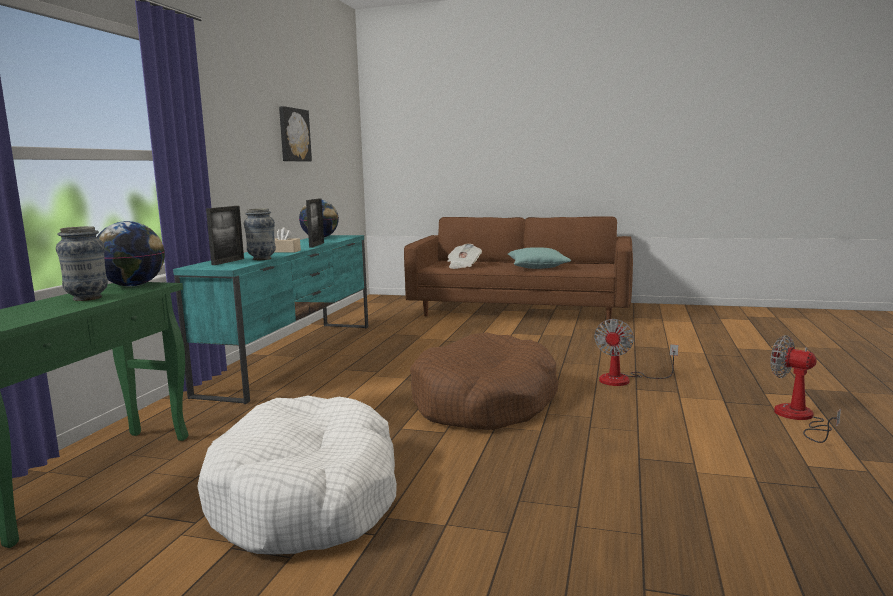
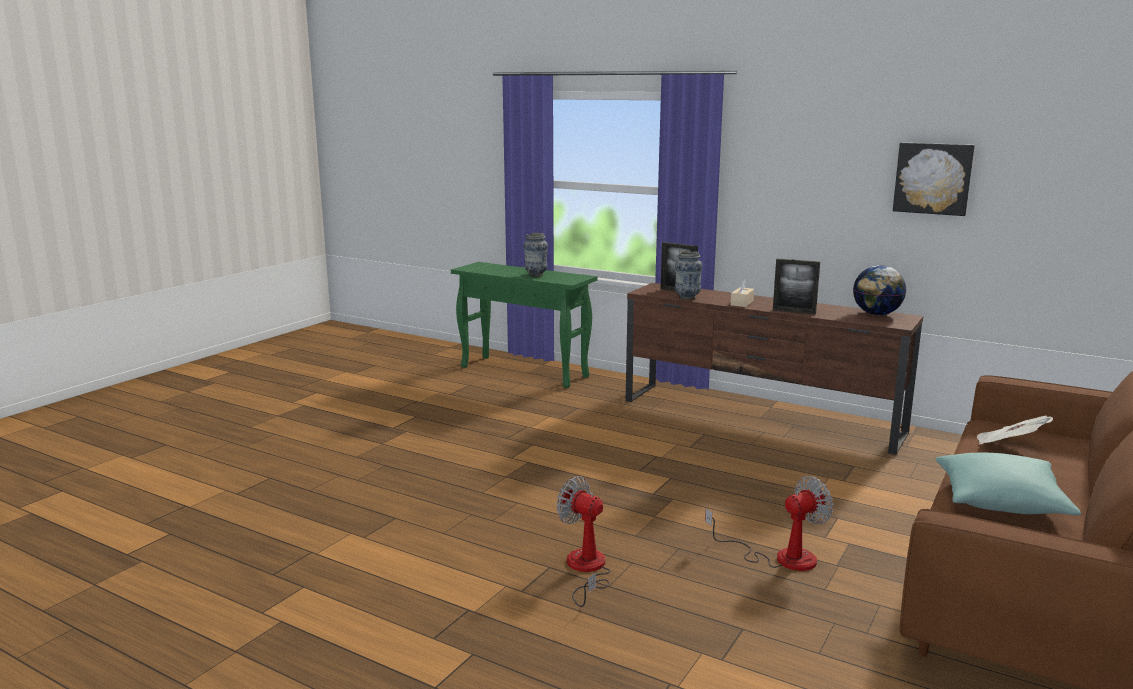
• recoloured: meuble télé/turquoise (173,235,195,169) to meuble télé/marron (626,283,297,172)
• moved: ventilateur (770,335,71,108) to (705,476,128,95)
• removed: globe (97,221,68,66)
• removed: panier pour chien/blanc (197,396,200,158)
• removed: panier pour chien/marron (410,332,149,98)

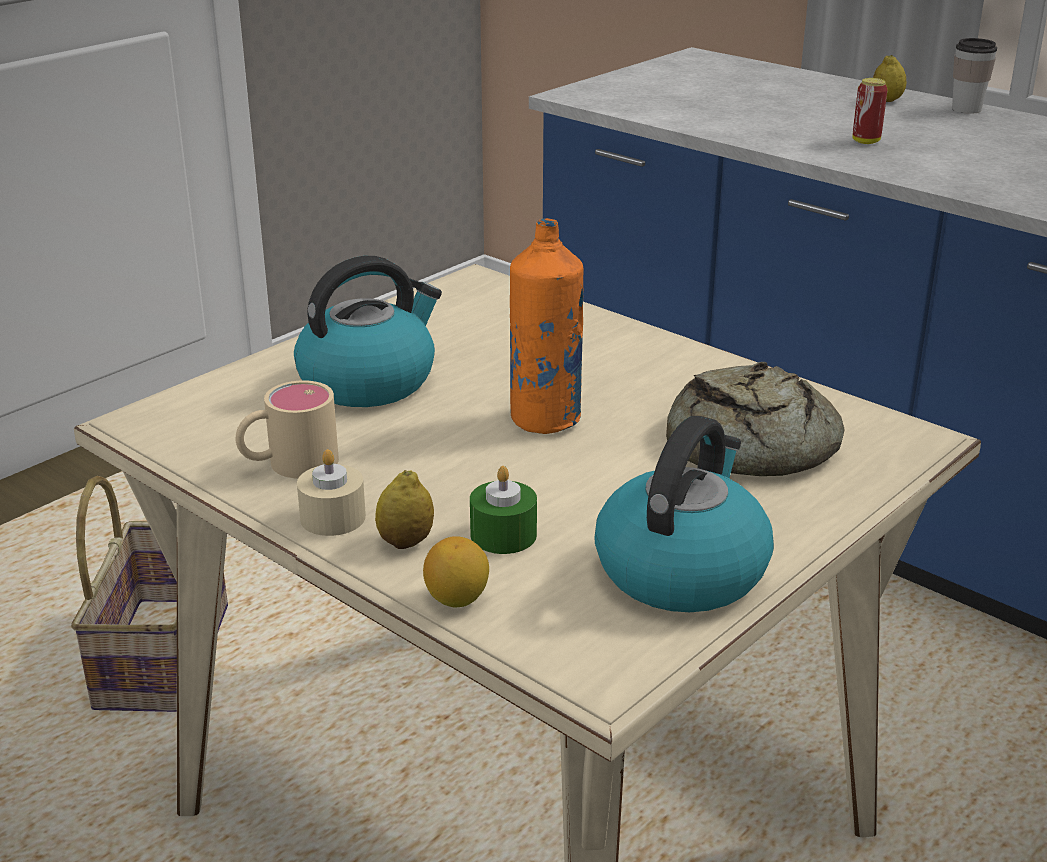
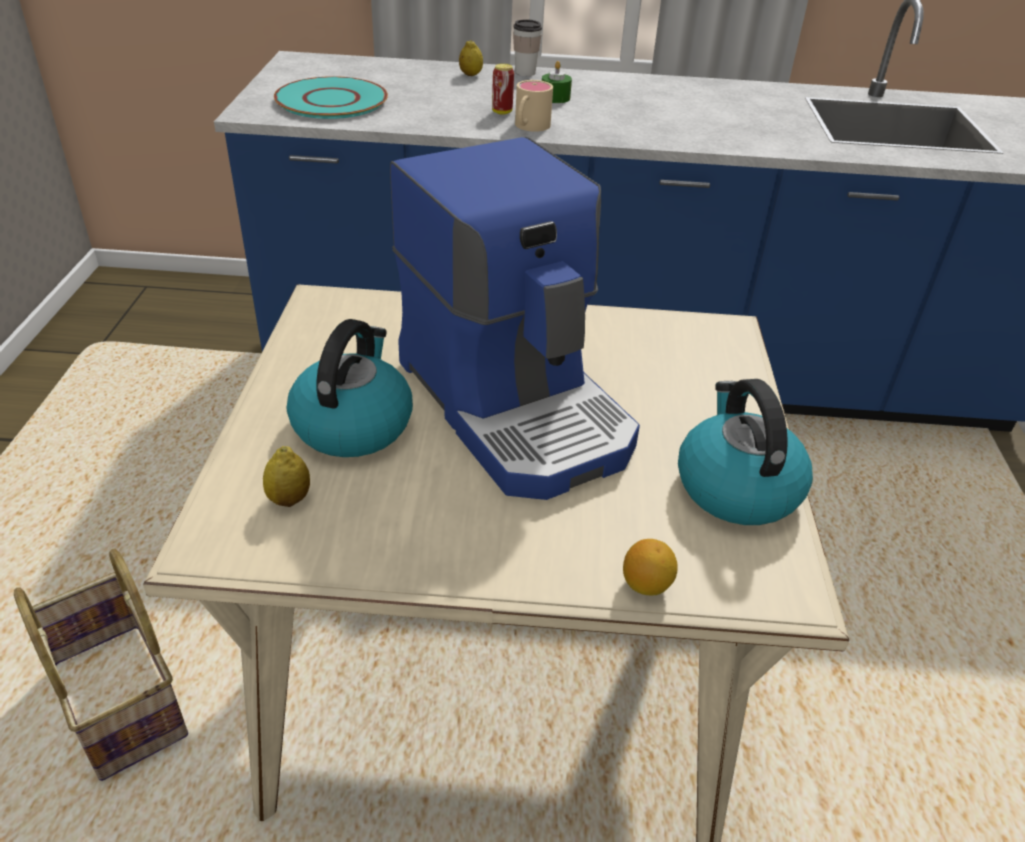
• moved: citron (375,470,59,79) to (263,446,47,61)
• added: assiette/turquoise (274,76,114,43)
• replaced: bouteille/orange (510,218,73,216) to machine à café (390,137,250,363)
• moved: mug/beige (236,380,103,99) to (515,80,38,52)
• moved: bougie/vert (470,466,67,88) to (542,61,30,42)
• removed: bougie/beige (297,449,69,87)
• removed: pain (666,362,179,114)

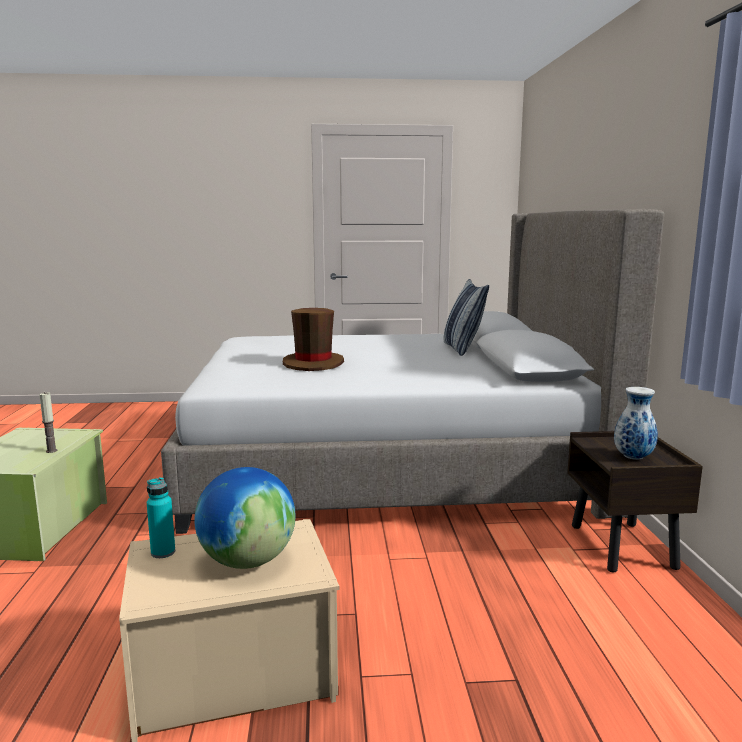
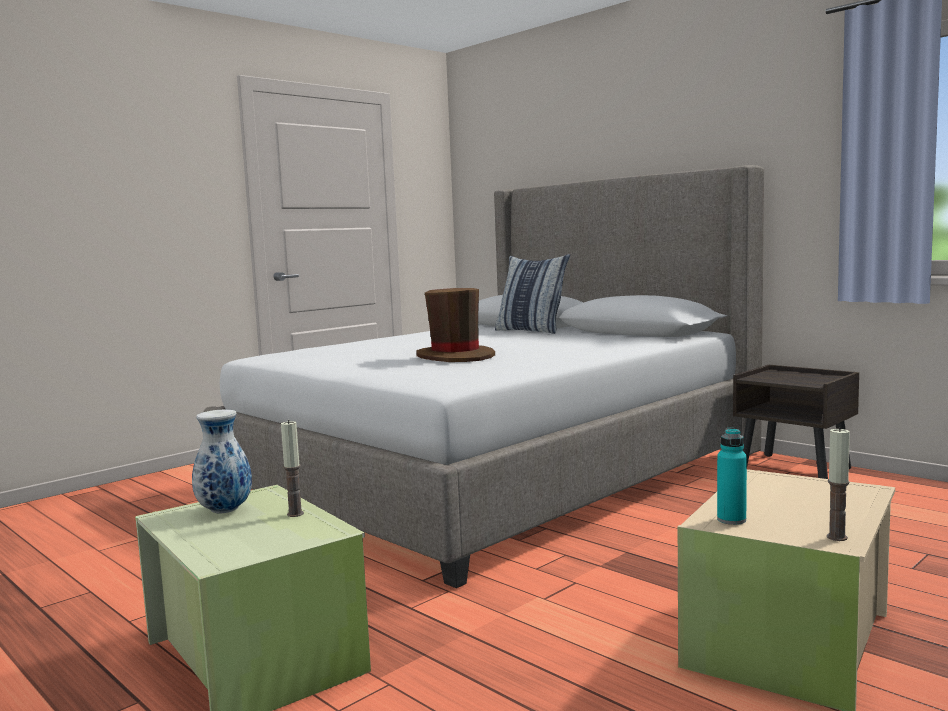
• moved: vase (614,387,44,73) to (192,410,60,103)
• added: bougie (827,427,23,114)
• removed: globe (194,467,101,102)

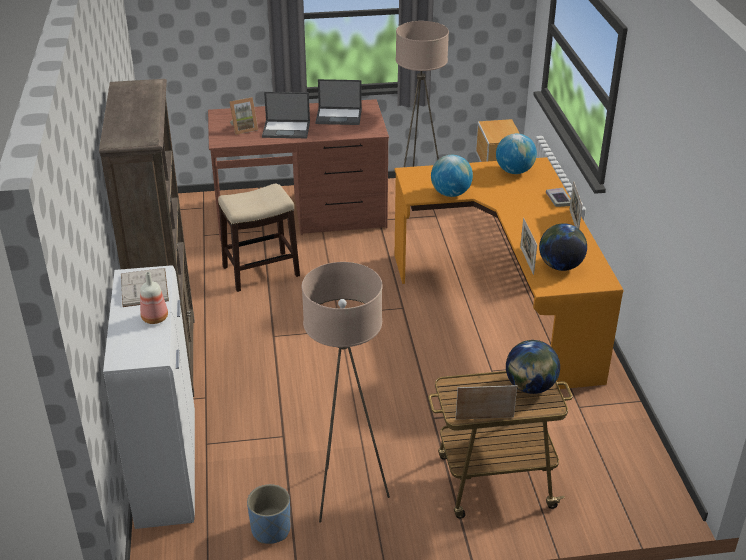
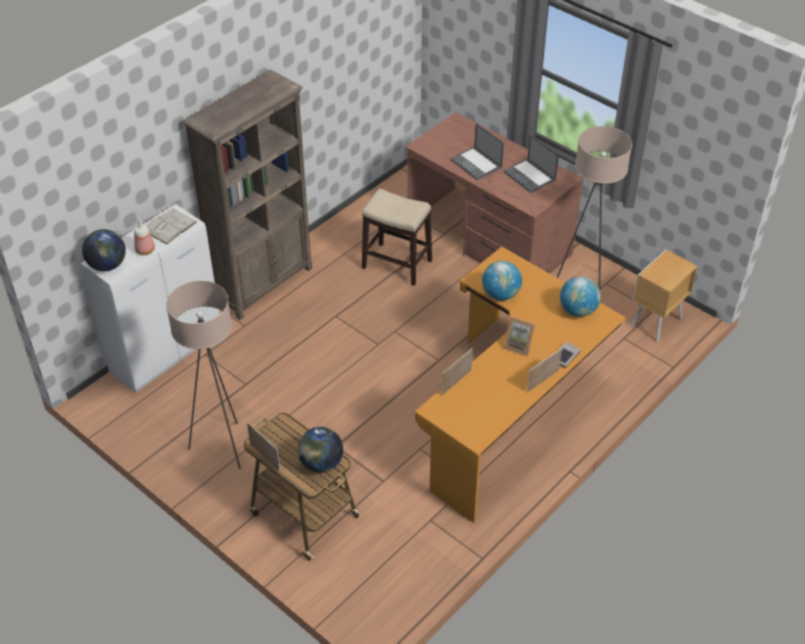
• moved: globe (539,223,48,48) to (82,229,44,42)
• moved: cadre photo (229,97,29,38) to (504,316,31,40)
• removed: cache-pot/bleu (247,484,43,60)

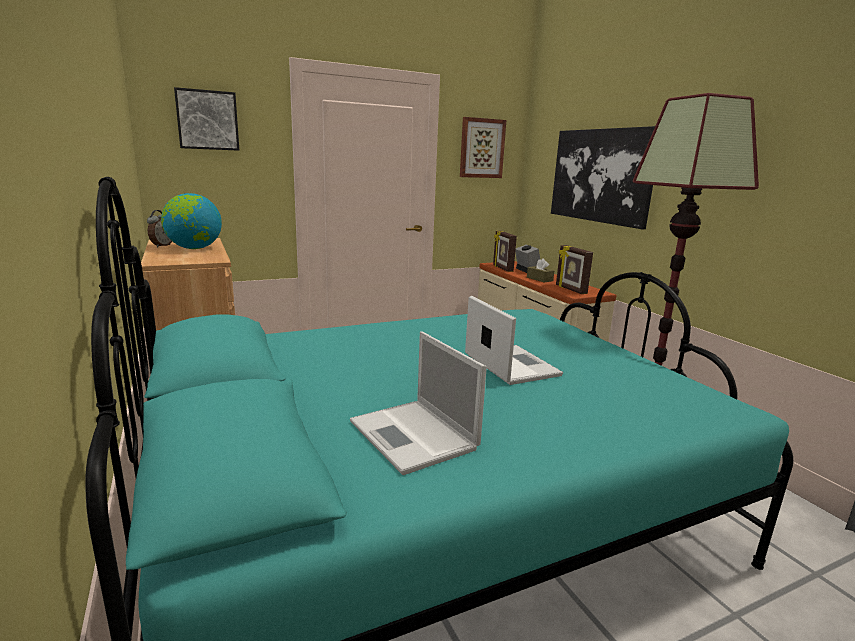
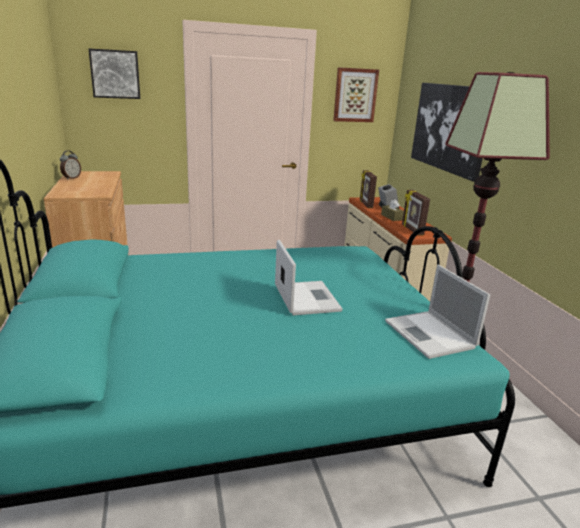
• moved: ordinateur portable (350,331,137,144) to (385,265,105,94)
• removed: globe (161,193,61,56)

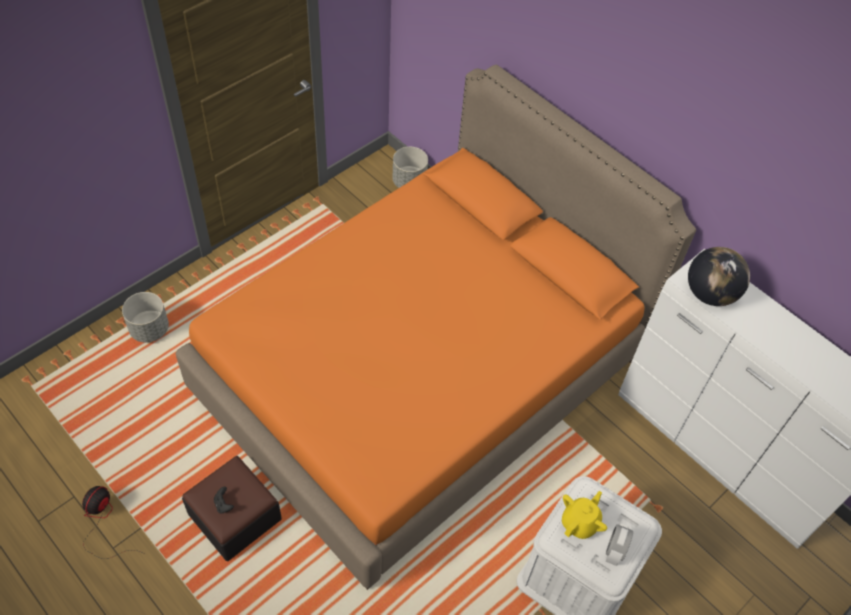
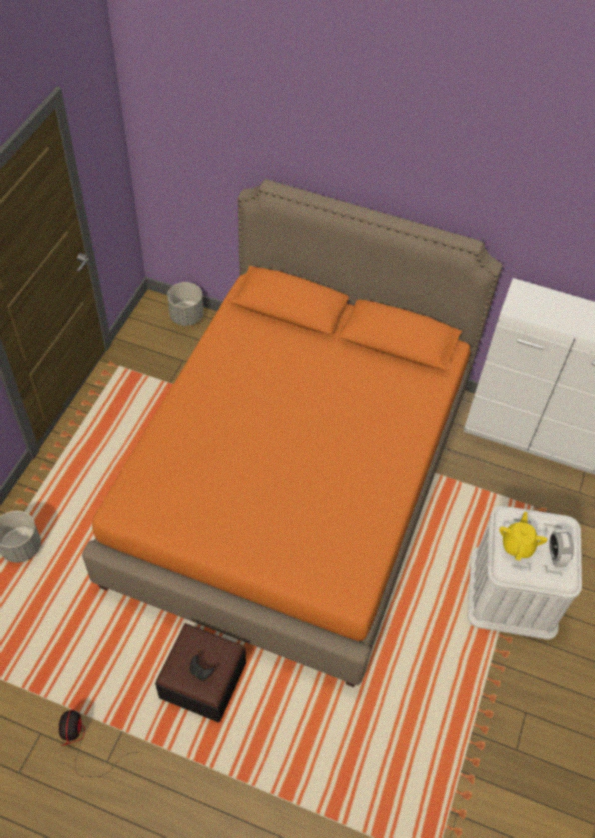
• removed: globe (688,247,62,59)

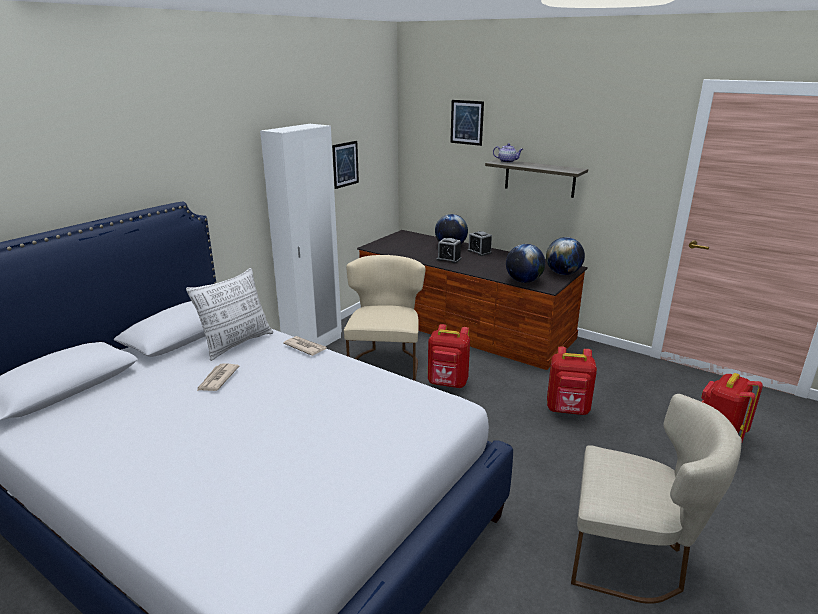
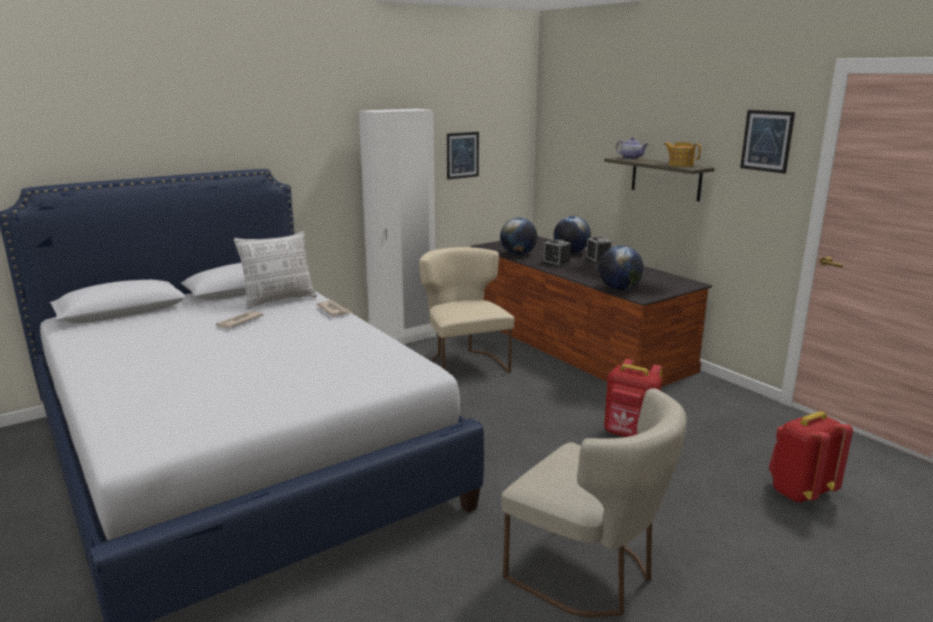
• turned: chaise/beige (344,255,82,126) = (419,247,96,126) 45 degrees counterclockwise
• moved: globe (546,237,39,38) to (500,218,37,37)
• added: théière (664,142,37,25)
• moved: tableau (450,100,34,46) to (740,110,55,64)
• removed: sac à dos/rouge (428,324,42,64)

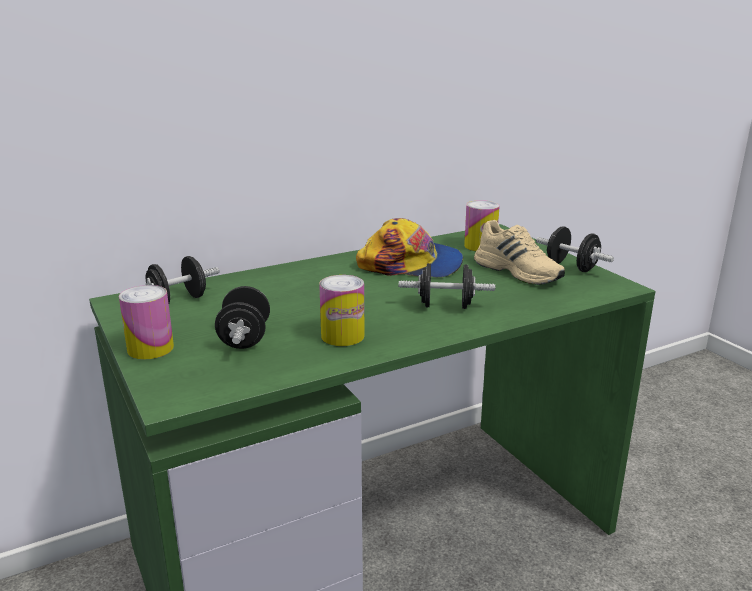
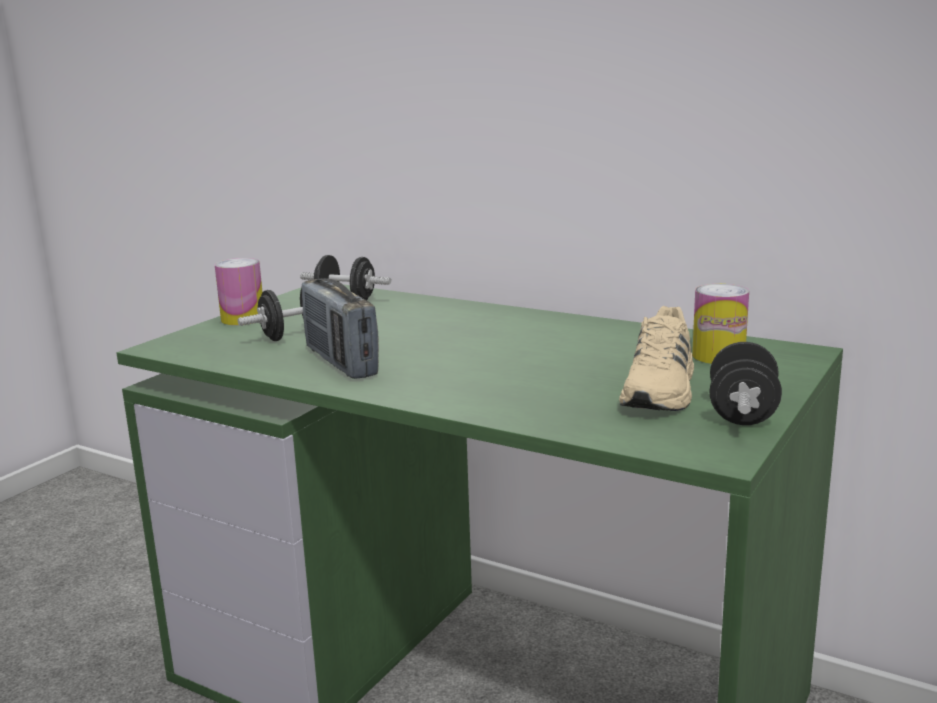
• replaced: boîte métallique (319,275,46,71) to radio (302,278,77,101)
• removed: casquette (356,218,107,60)
• removed: haltère/noir (399,263,96,46)

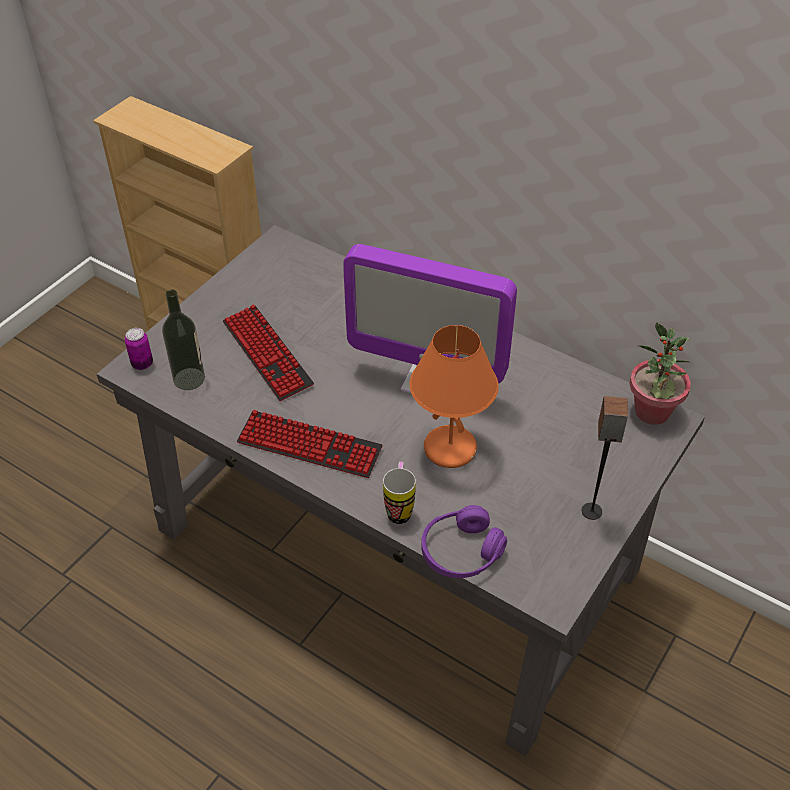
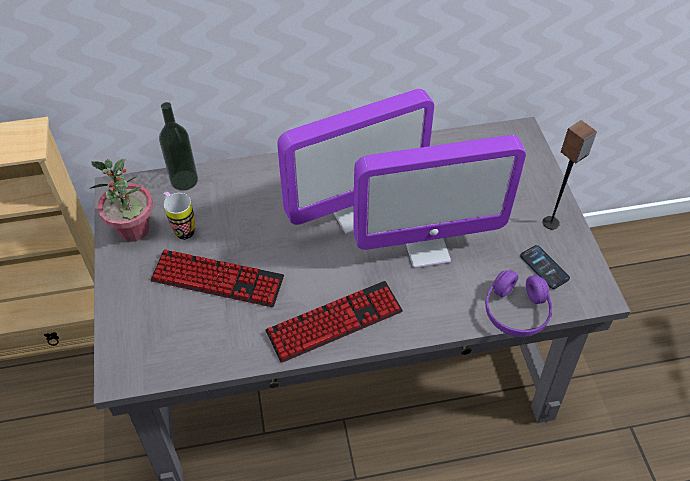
• moved: plante en pot (629,323,62,102) to (89,158,64,84)
• moved: bouteille (162,290,43,100) to (159,102,39,89)
• moved: mug (383,462,33,62) to (163,192,32,48)
• replaced: lampe de table/orange (409,325,90,143) to écran d'ordinateur (353,135,173,133)
• added: téléphone (520,245,50,44)
• removed: boîte métallique (125,328,28,42)

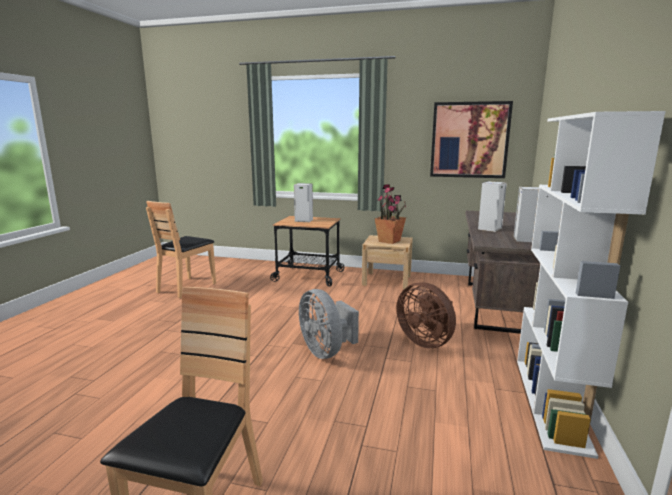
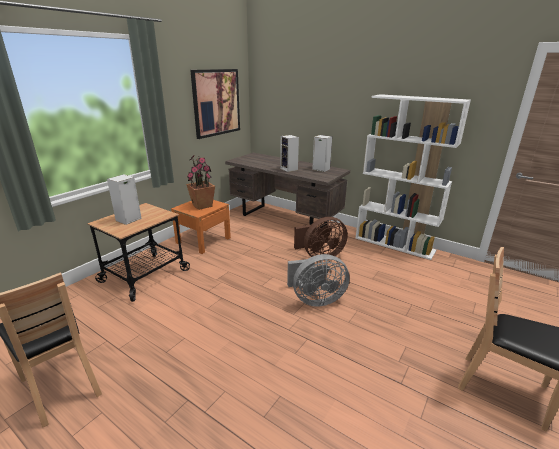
• recoloured: table de chevet/beige (362,235,51,54) to table de chevet/orange (171,200,60,54)

